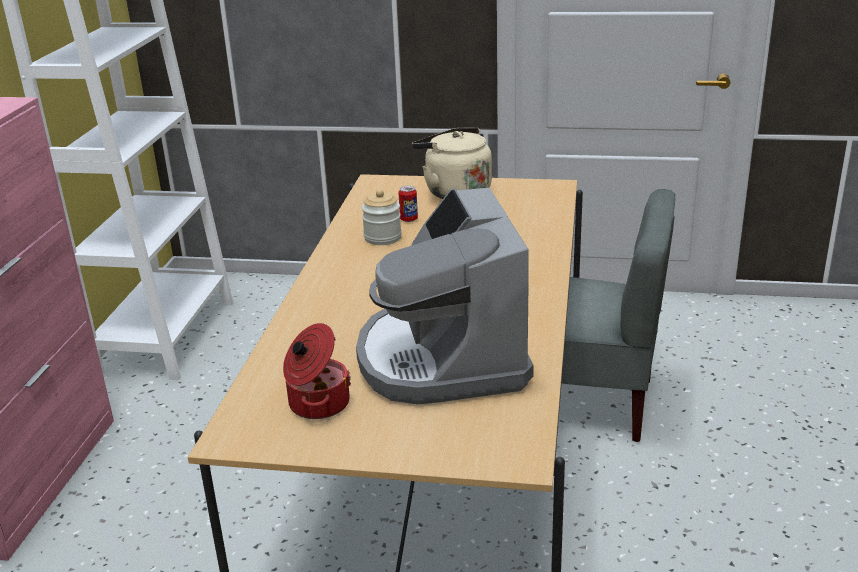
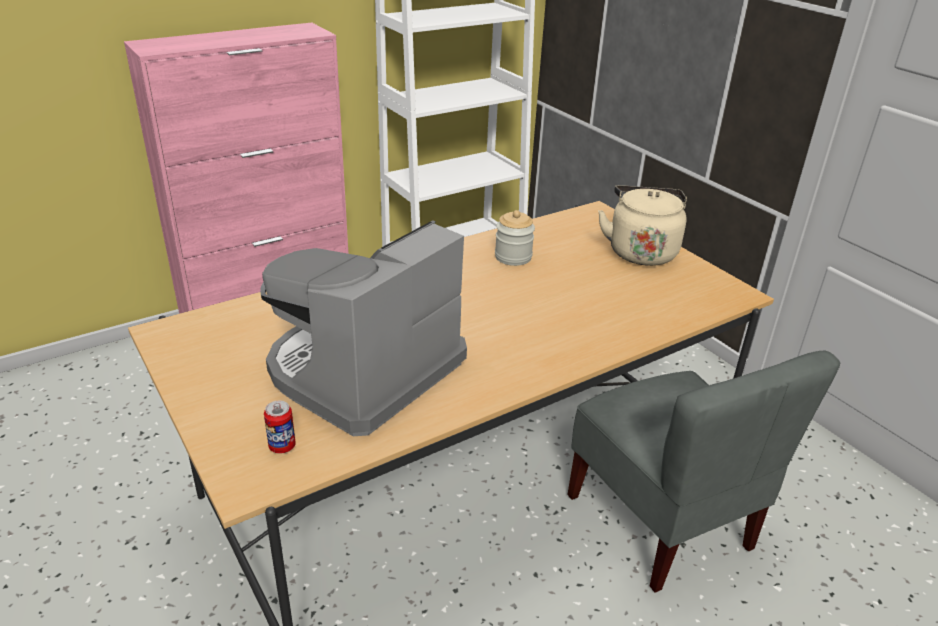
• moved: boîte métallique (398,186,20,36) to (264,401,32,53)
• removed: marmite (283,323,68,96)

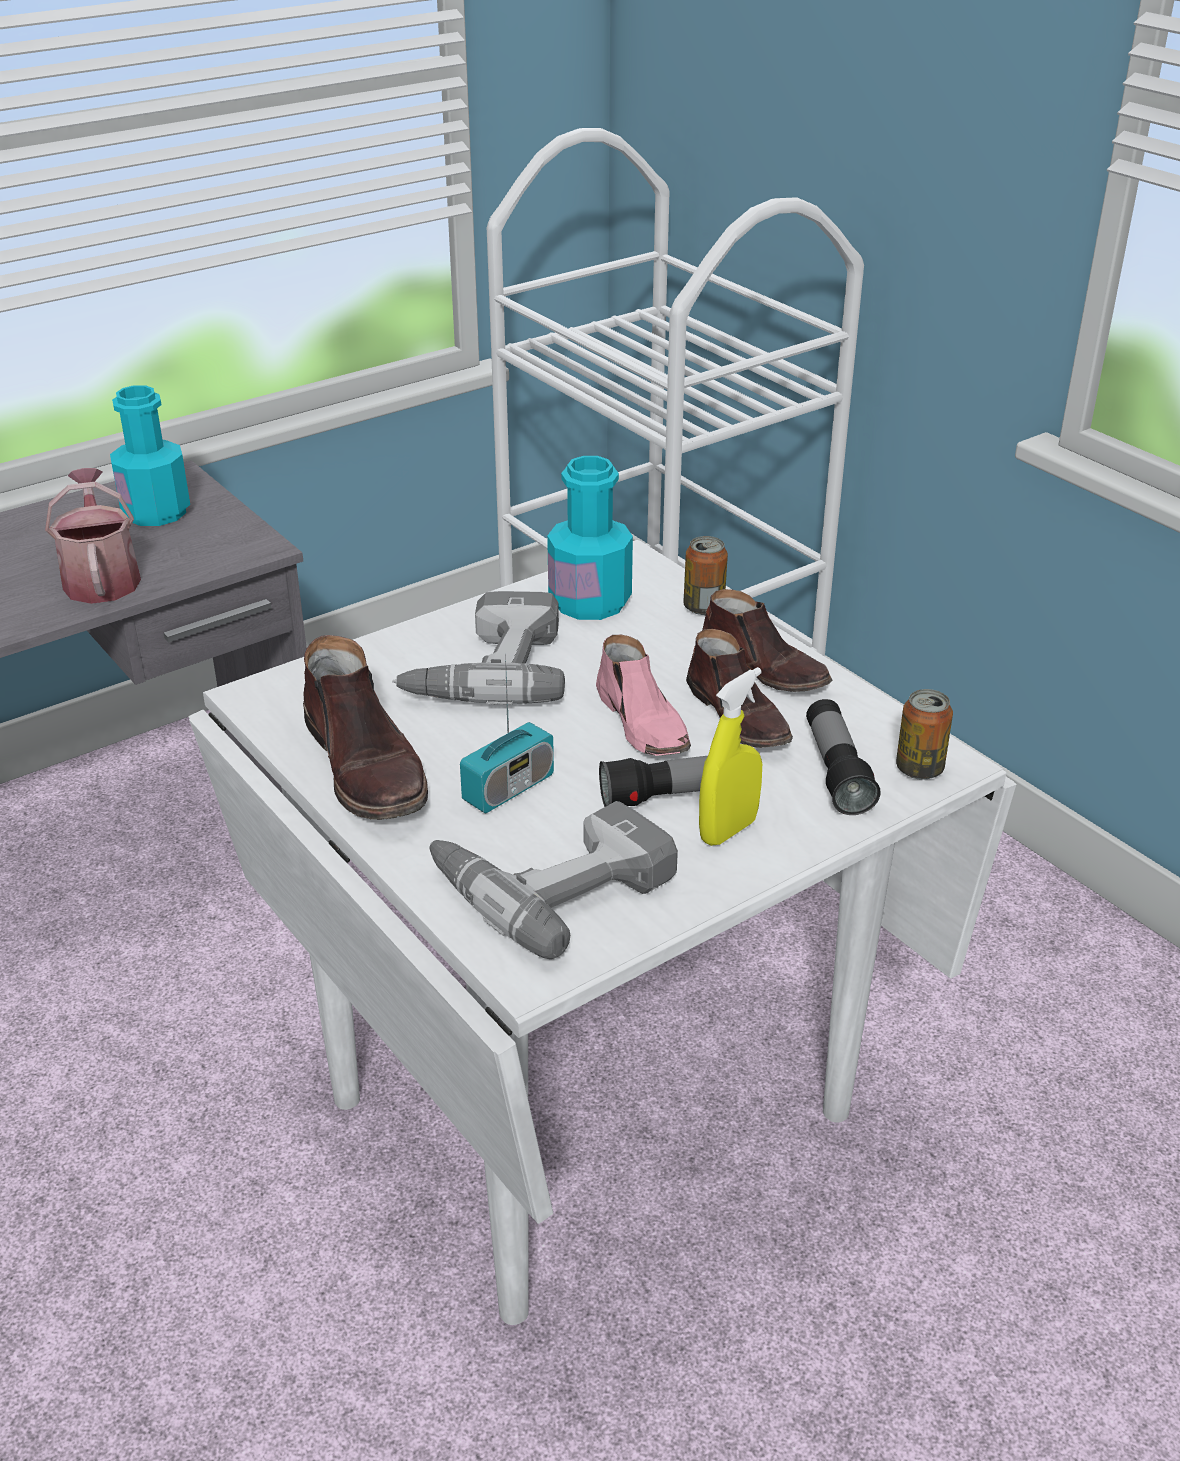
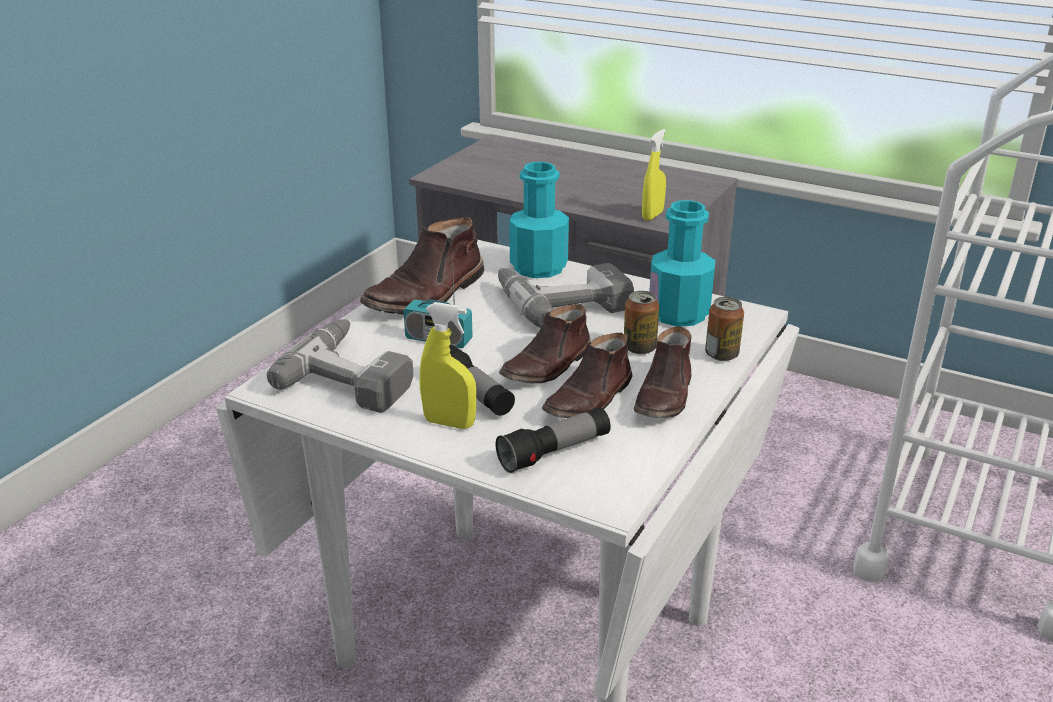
• recoloured: chaussure/rose (596,635,95,121) to chaussure/marron (499,304,92,80)
• moved: bouteille/turquoise (110,385,80,141) to (509,162,60,116)
• moved: boîte métallique (896,689,57,91) to (624,291,35,63)
• added: vaporisateur/jaune (642,129,24,91)
• removed: arrosoir (45,468,96,136)

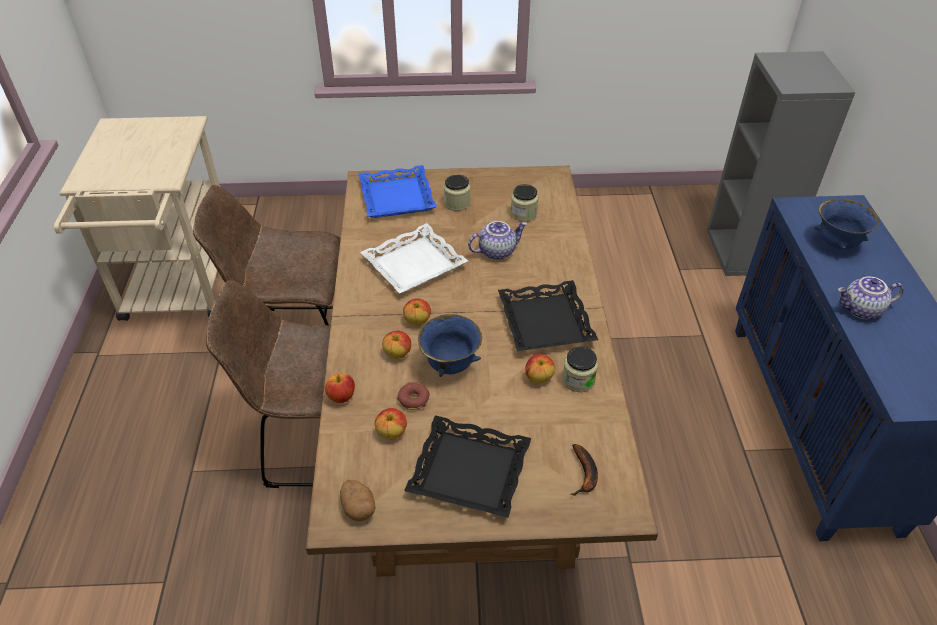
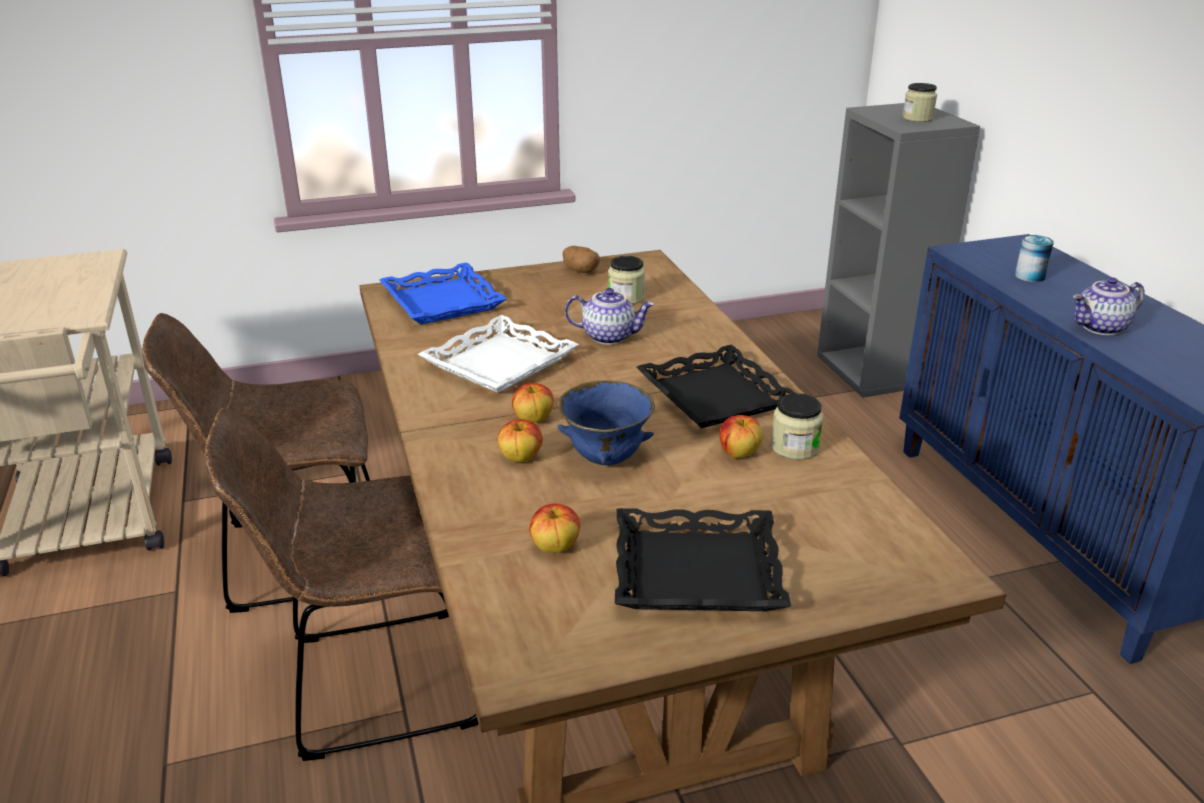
• moved: pomme de terre (340,480,35,41) to (563,246,37,27)
• turned: théière (468,221,59,39) = (565,288,90,57) 45 degrees clockwise
• moved: bocal (444,175,26,36) to (902,83,35,39)
• replaced: bol/bleu (814,199,65,51) to boîte métallique (1015,235,39,47)
• removed: pomme (325,373,30,30)
• removed: beignet (397,382,32,28)
• removed: banane (571,444,27,52)

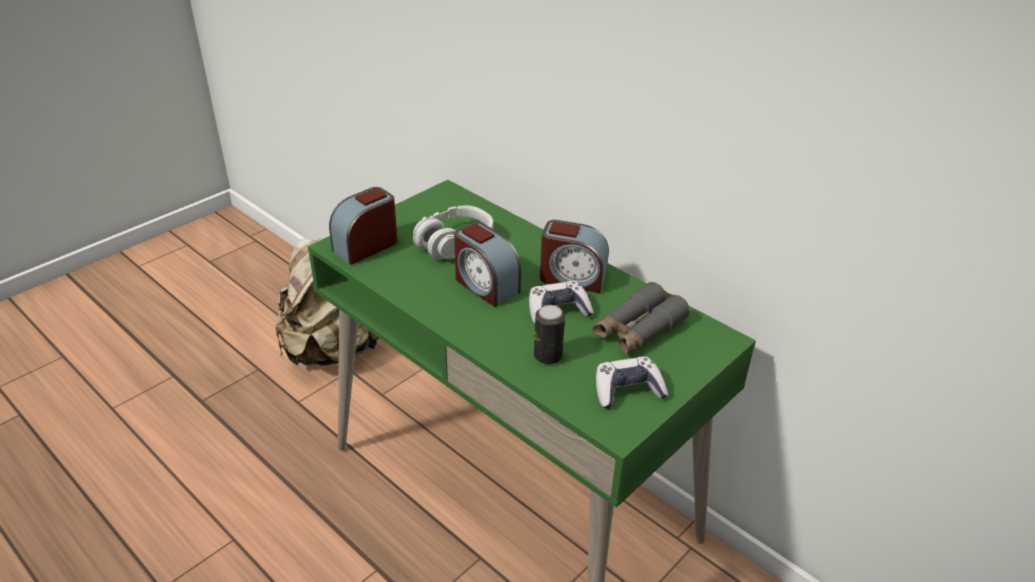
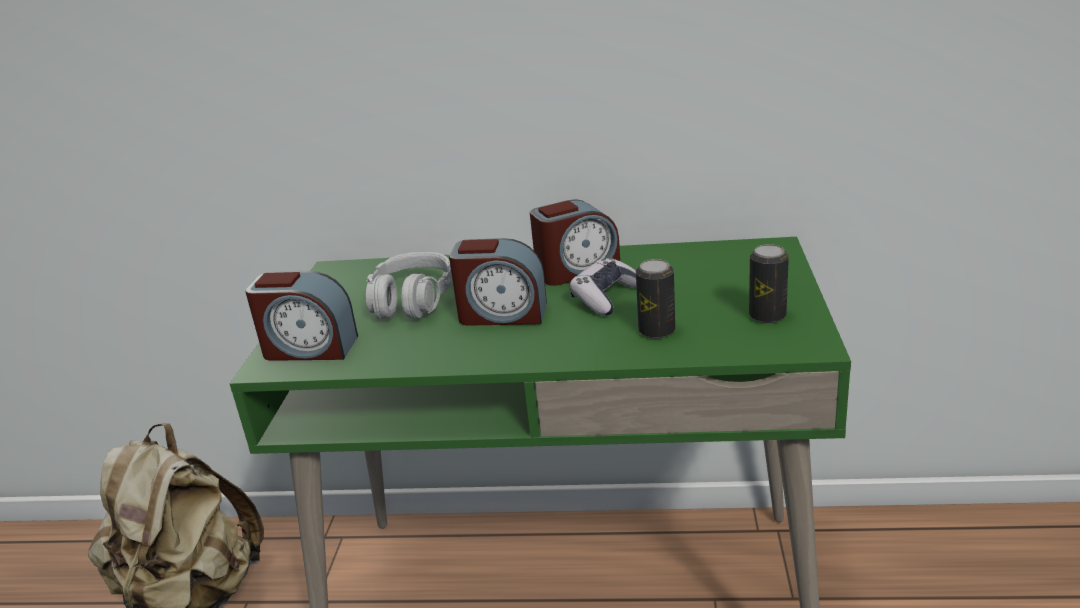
• turned: réveil (329,187,69,78) = (245,271,113,90) 90 degrees counterclockwise
• replaced: manette (596,356,72,53) to boîte métallique (749,244,40,79)
• removed: jumelles/gris (592,282,98,72)

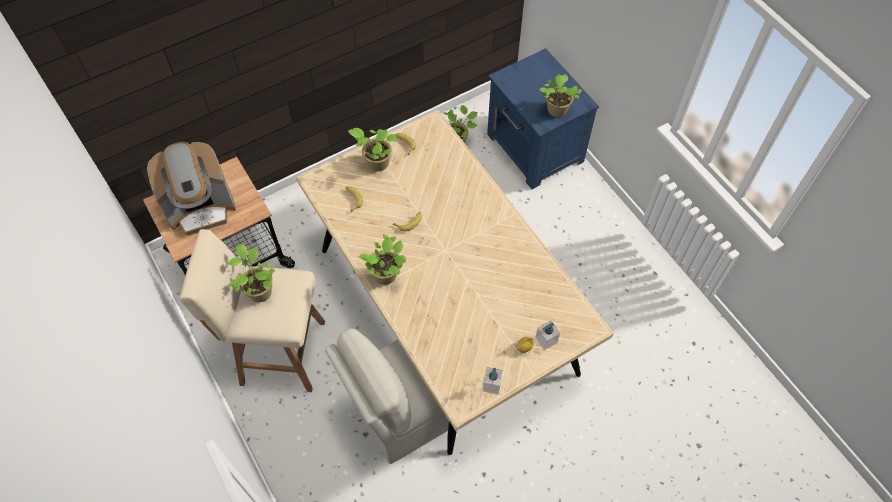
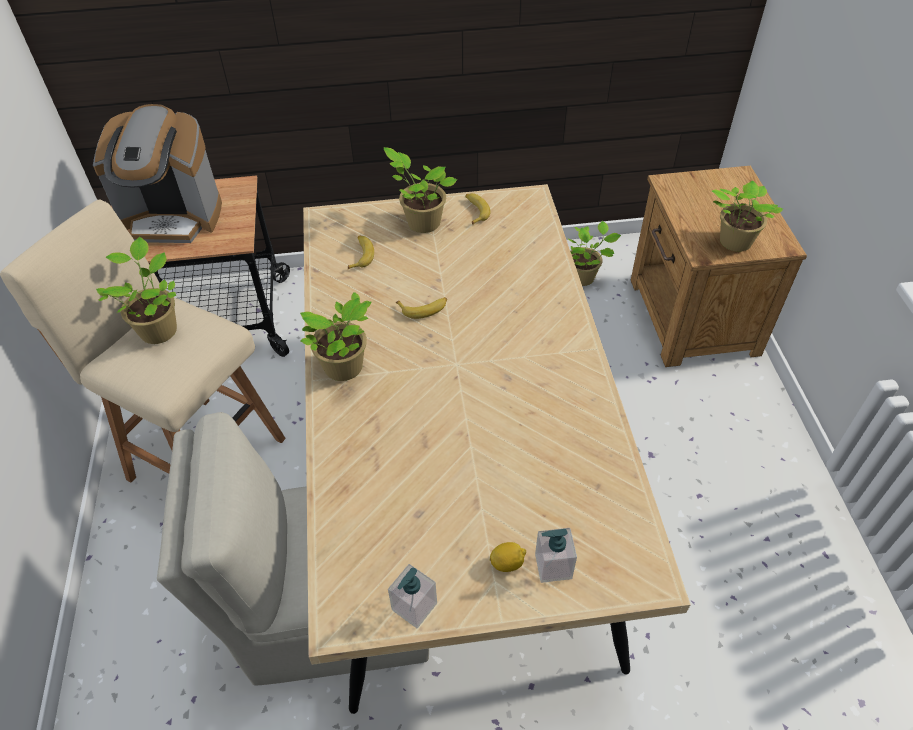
• recoloured: table de chevet/bleu (487,48,112,141) to table de chevet/marron (631,166,176,201)

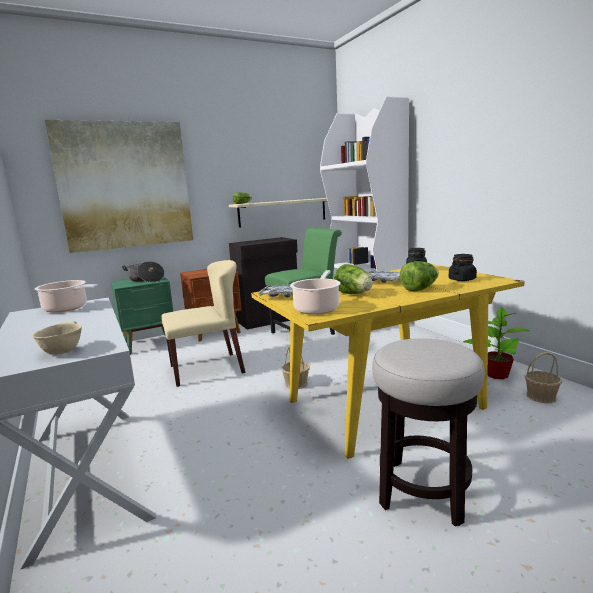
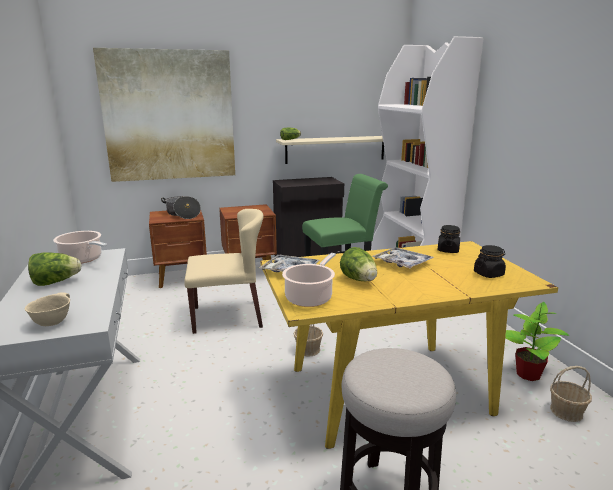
• moved: laitue (400,261,39,31) to (28,252,53,34)
• recoloured: table de chevet/vert (111,277,63,78) to table de chevet/marron (149,211,58,77)

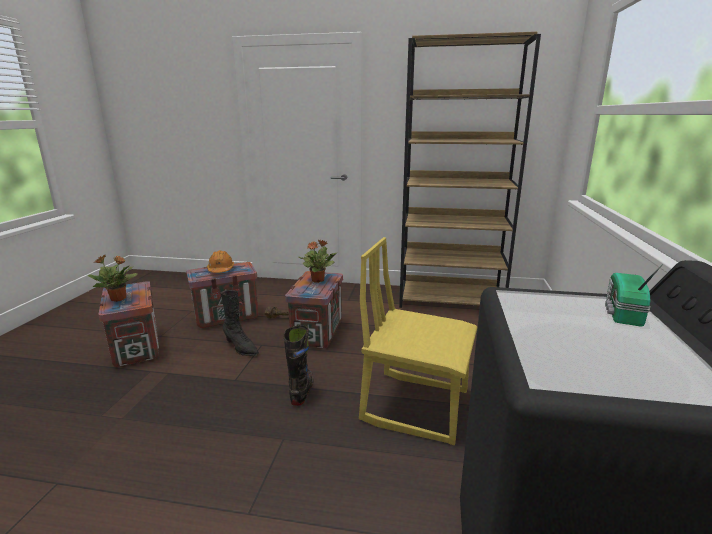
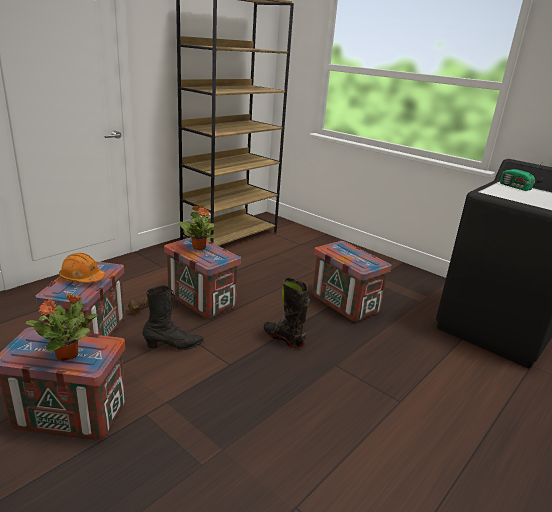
• replaced: chaise/jaune (359,237,118,208) to caisse (312,241,79,81)

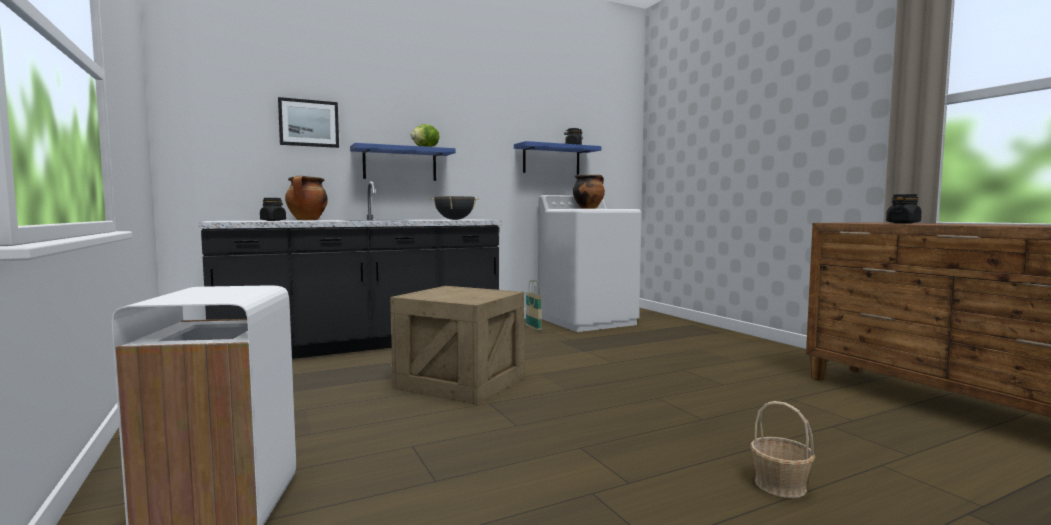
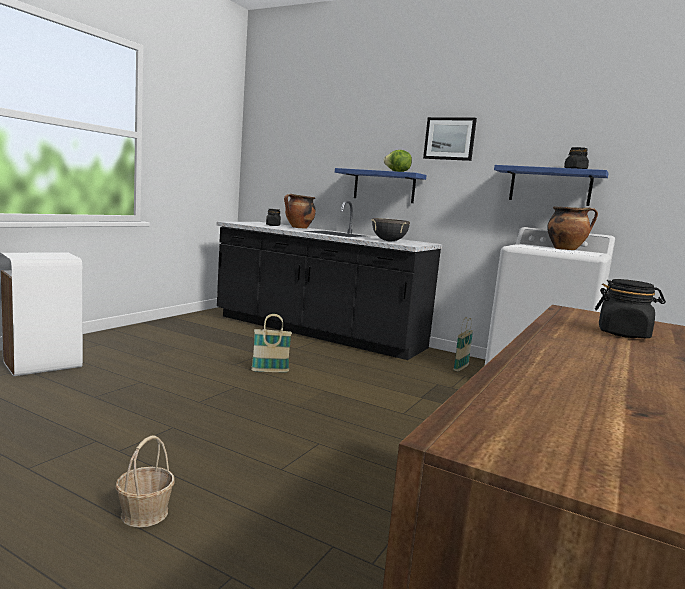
• replaced: caisse (390,286,134,119) to panier (251,314,41,58)
• moved: tableau (278,97,61,51) to (423,117,54,44)

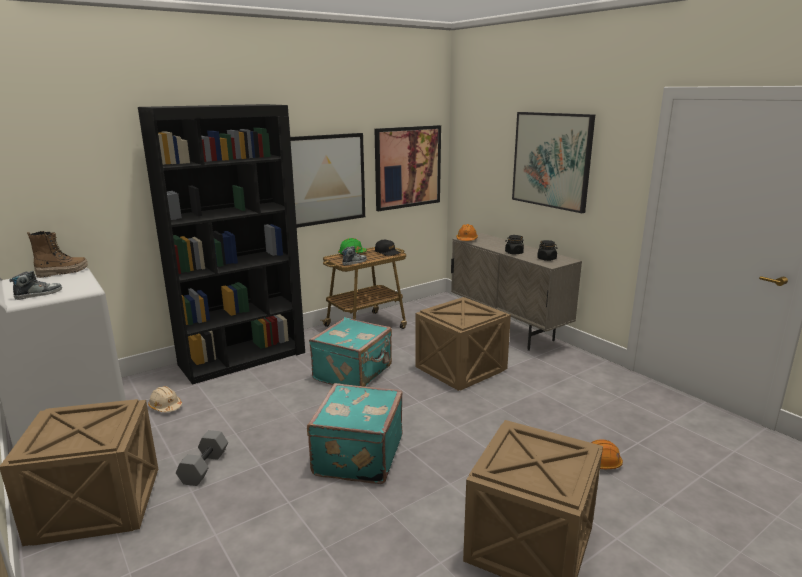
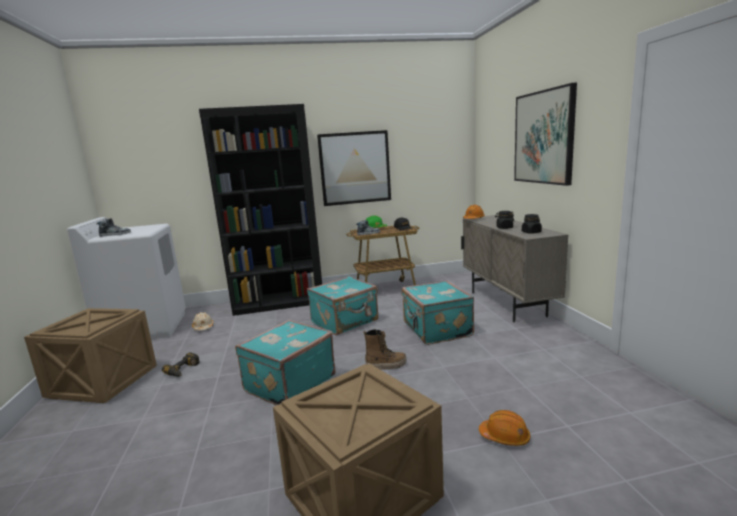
• replaced: haltère/gris (176,430,52,56) to perceuse (162,352,38,25)
• moved: botte (27,231,61,47) to (364,329,43,41)
• replaced: caisse (415,297,96,94) to valise/turquoise (402,280,72,65)
• removed: tableau (374,125,67,86)

